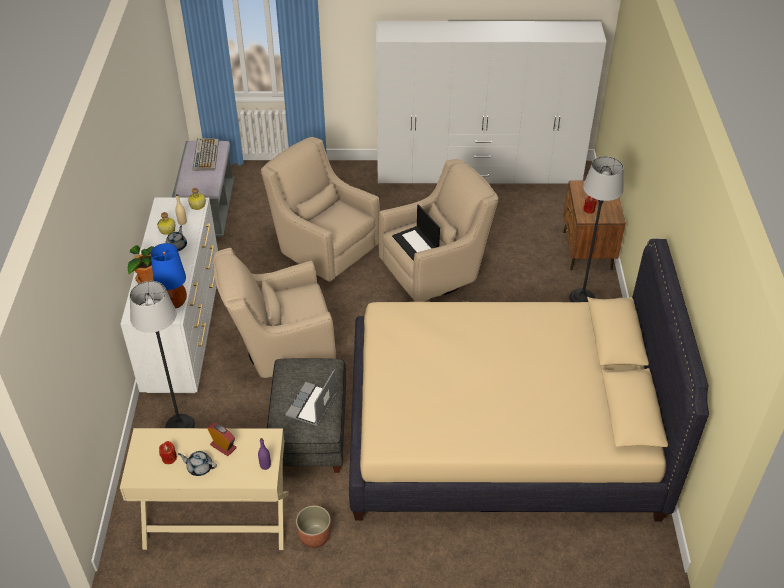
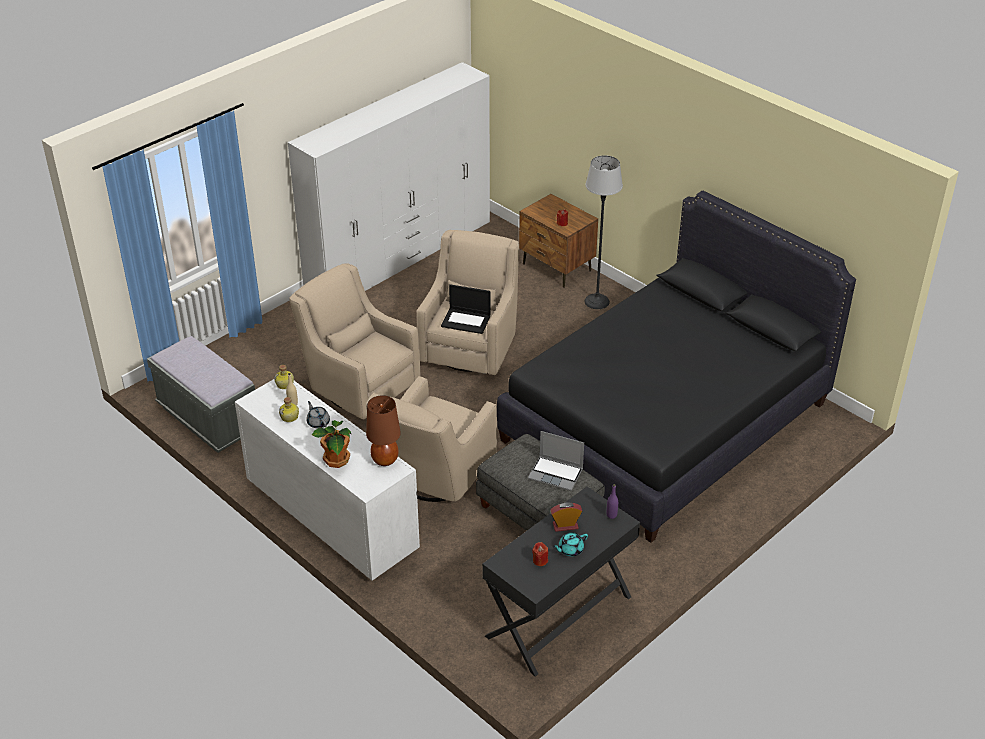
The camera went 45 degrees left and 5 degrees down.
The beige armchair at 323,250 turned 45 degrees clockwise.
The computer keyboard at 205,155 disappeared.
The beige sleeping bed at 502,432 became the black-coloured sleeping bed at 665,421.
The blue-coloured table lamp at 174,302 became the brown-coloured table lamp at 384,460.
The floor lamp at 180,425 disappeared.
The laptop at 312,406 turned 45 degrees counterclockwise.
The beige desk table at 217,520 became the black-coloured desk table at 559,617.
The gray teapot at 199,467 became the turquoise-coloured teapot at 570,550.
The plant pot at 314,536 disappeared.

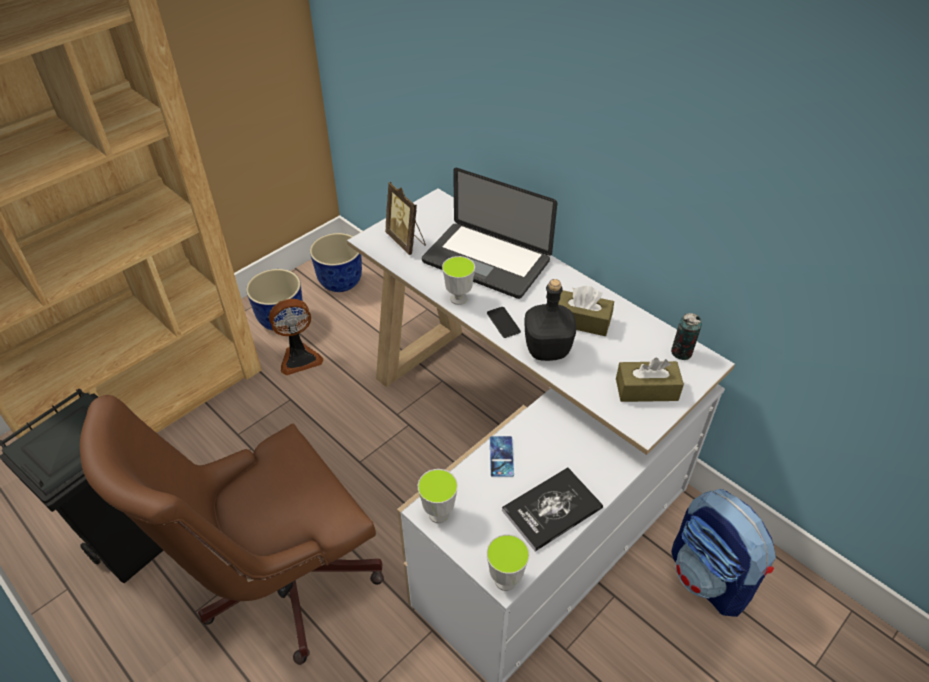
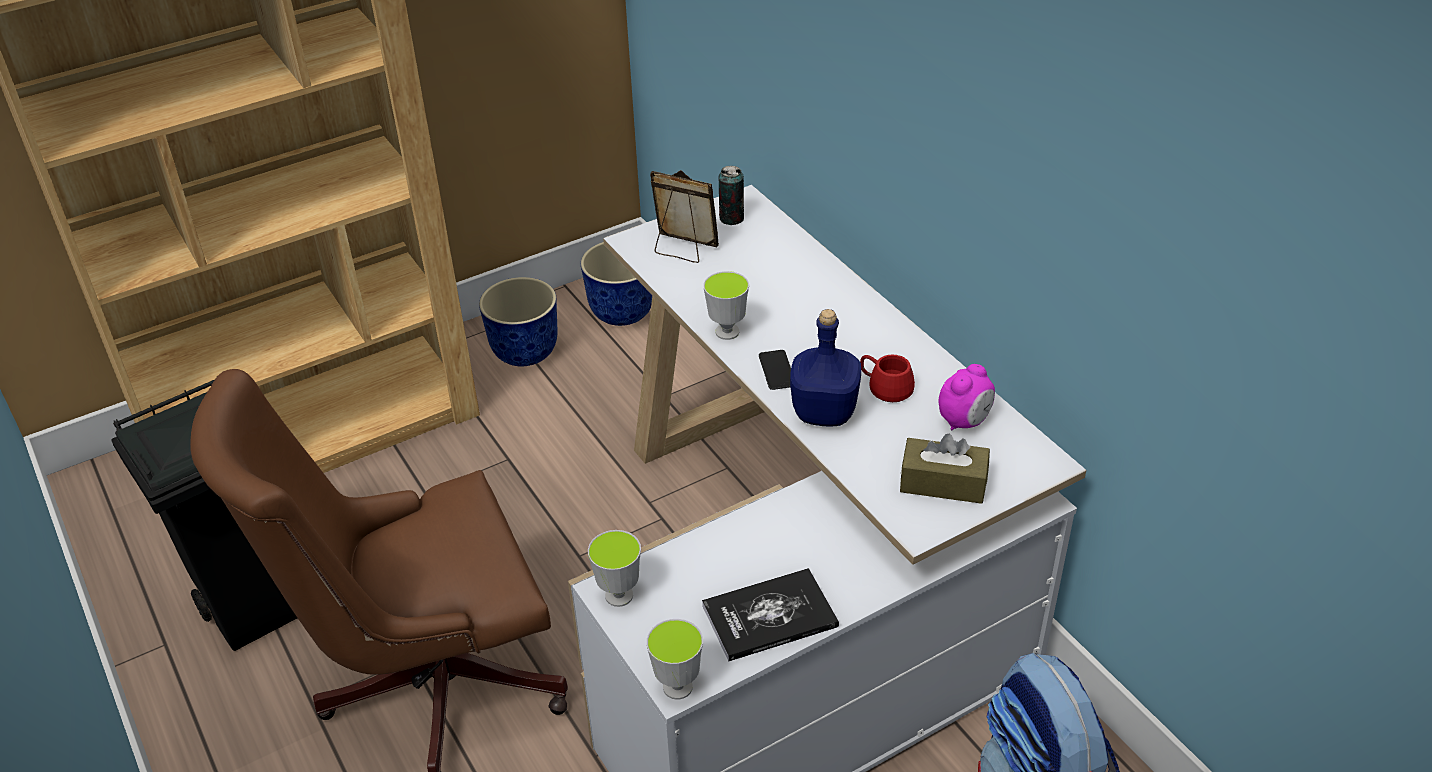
The camera went 15 degrees right and 5 degrees down.
The laptop at 486,261 disappeared.
The standing frame at 406,241 turned 135 degrees clockwise.
The black-coloured drink bottle at 546,349 became the blue-coloured drink bottle at 823,412.
The brown-coloured box of tissues at 582,321 was replaced by the reddish tea mug at 887,384.
The fan at 299,358 disappeared.
The sealed can moved from 681,352 to 731,218.
The handset at 501,456 disappeared.
The table clock at 964,421 appeared.

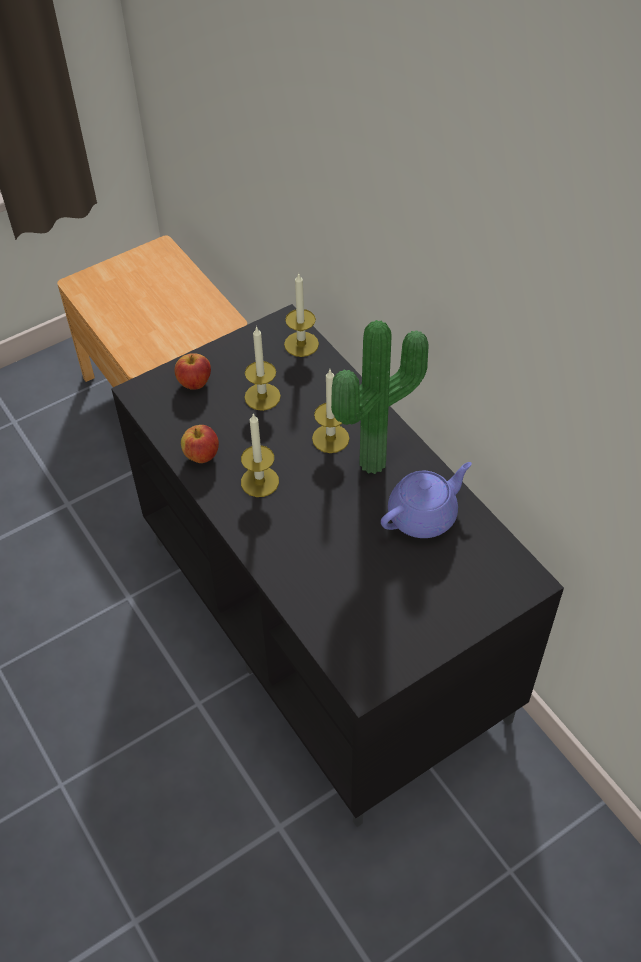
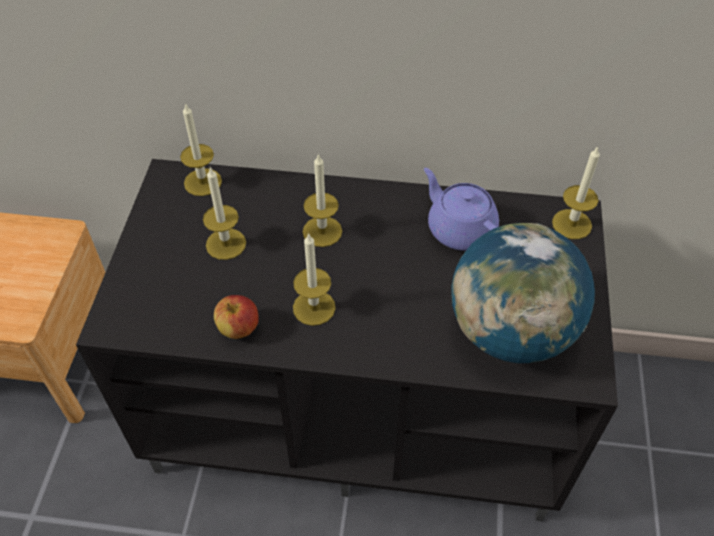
The camera went 50 degrees left and 0 degrees up.
The potted plant at 377,466 disappeared.
The whole apple at 194,383 disappeared.
The purple-coloured teapot at 423,515 turned 45 degrees counterclockwise.
The wax light at 572,224 appeared.
The desk globe at 510,331 appeared.

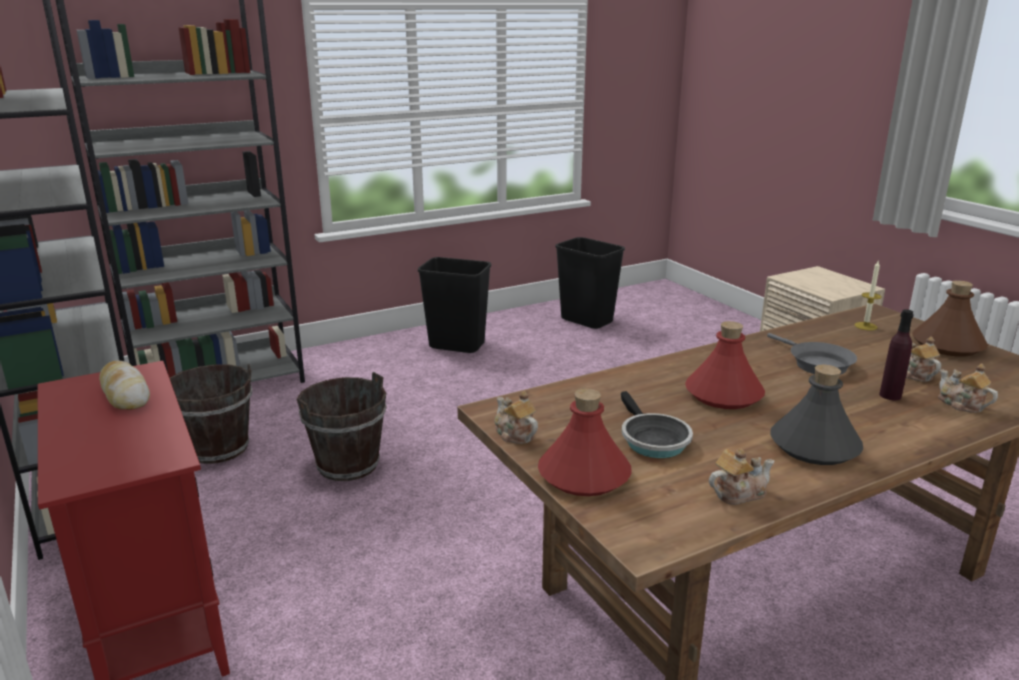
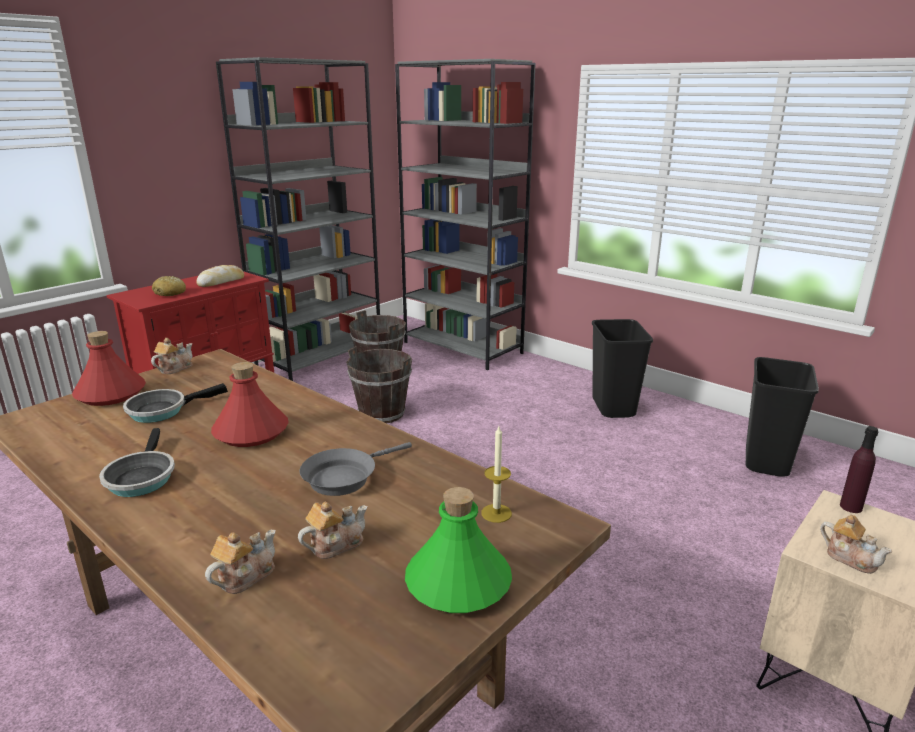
The camera went 70 degrees right and 0 degrees up.
The brown-coloured drink bottle at 947,346 became the greenish drink bottle at 457,582.
The purple-coloured drink bottle moved from 890,395 to 850,507.
The gray drink bottle at 815,447 was replaced by the skillet at 141,477.
The teapot moved from 738,493 to 850,558.
The bread at 170,293 appeared.

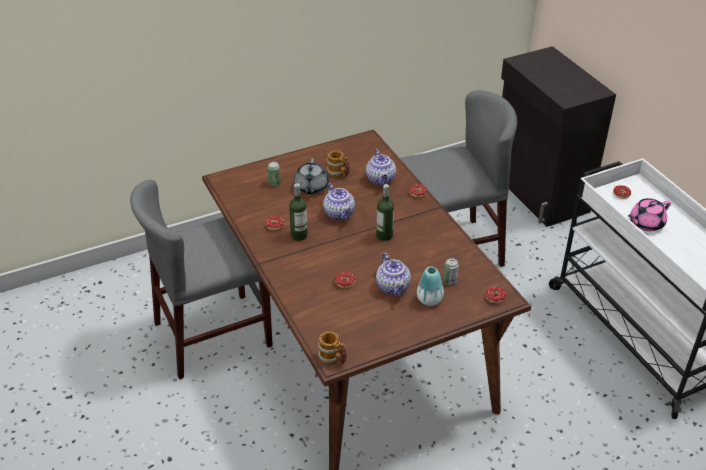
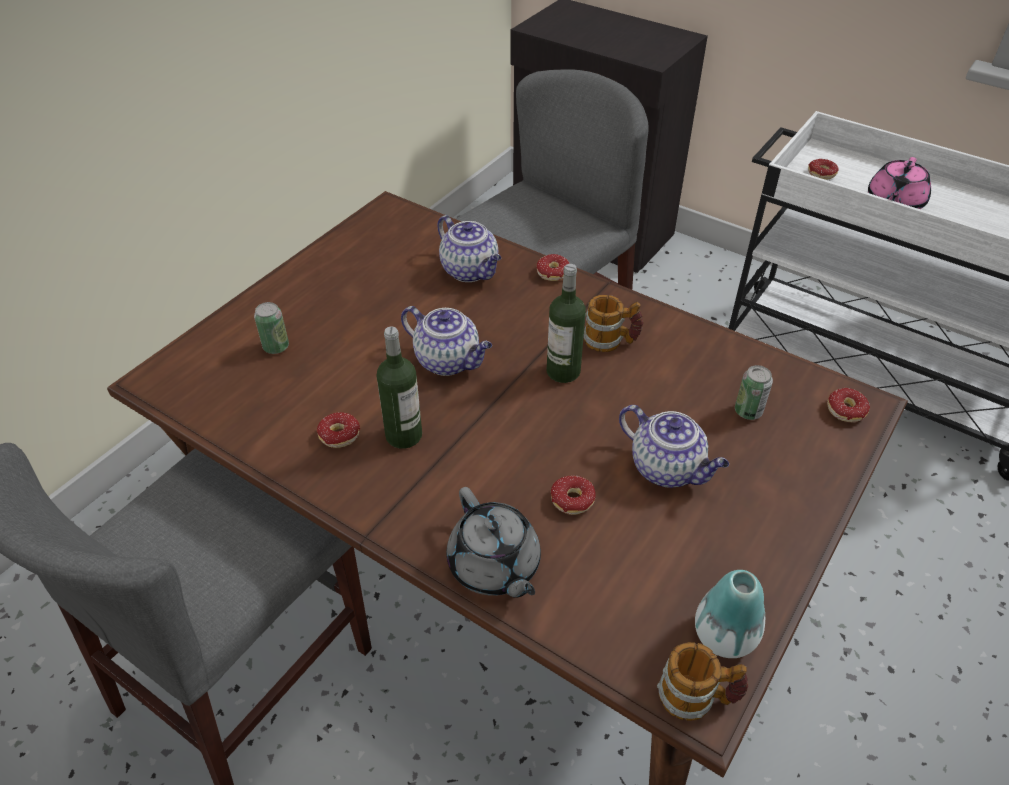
The camera went 30 degrees left and 5 degrees up.
The tea mug moved from 339,173 to 610,341.
The gray teapot moved from 311,188 to 494,566.
The flower vase moved from 429,300 to 724,636.

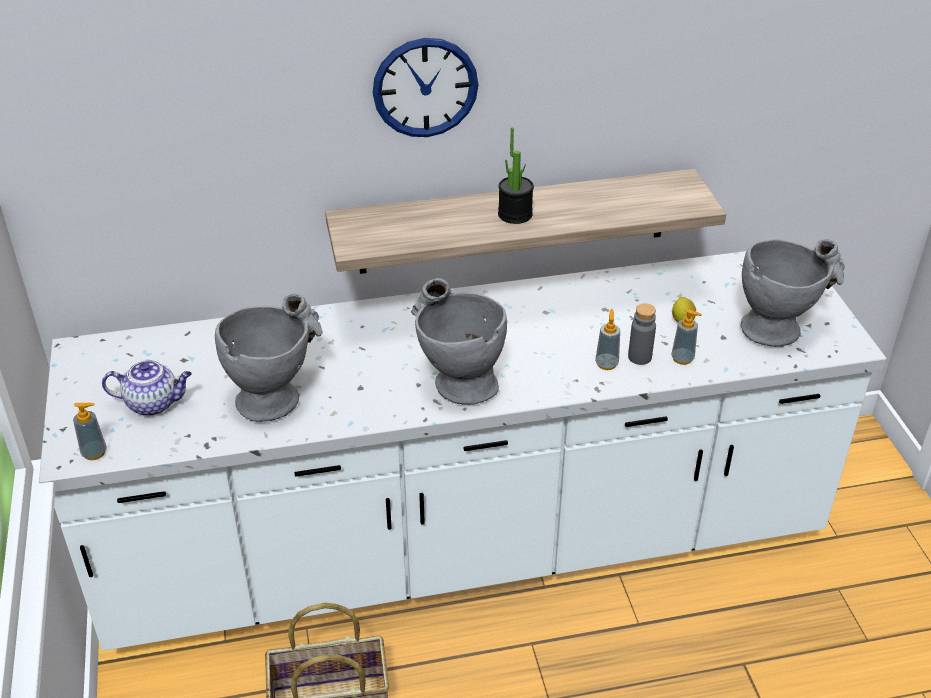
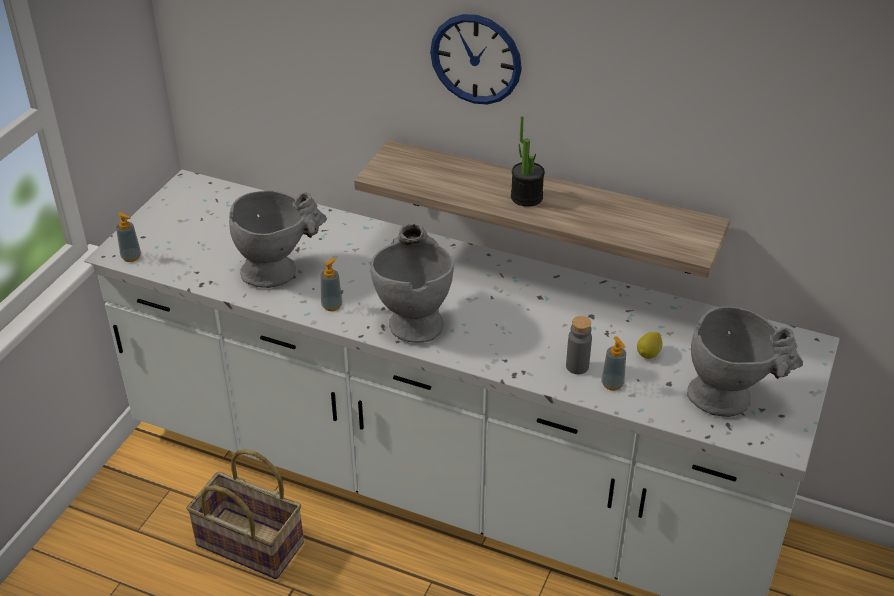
The camera went 35 degrees right and 0 degrees up.
The soap bottle moved from 606,364 to 332,305.
The teapot at 154,403 disappeared.

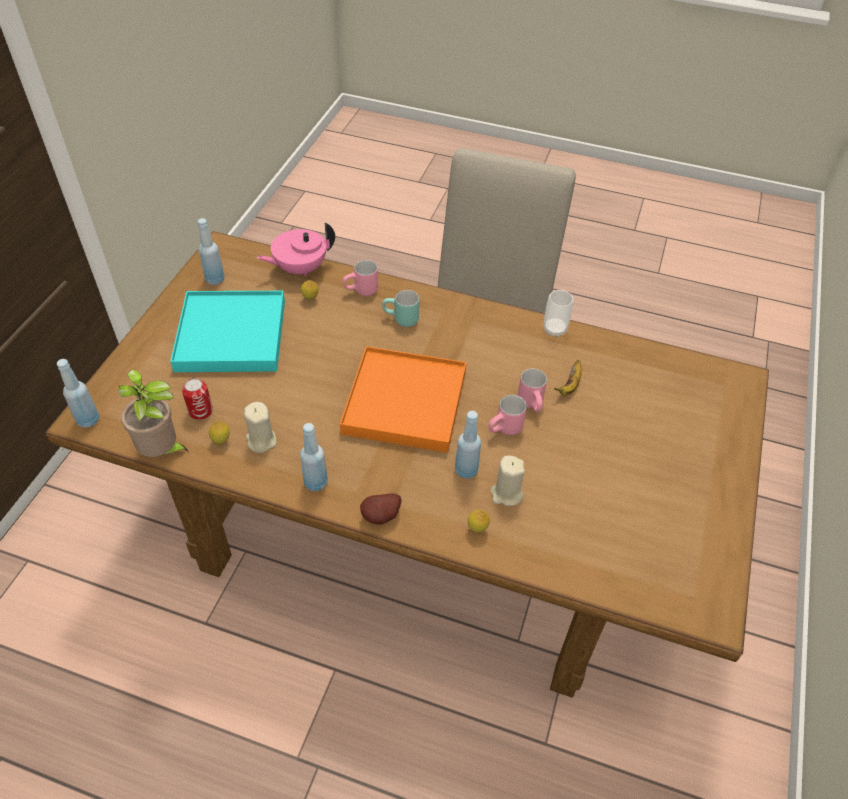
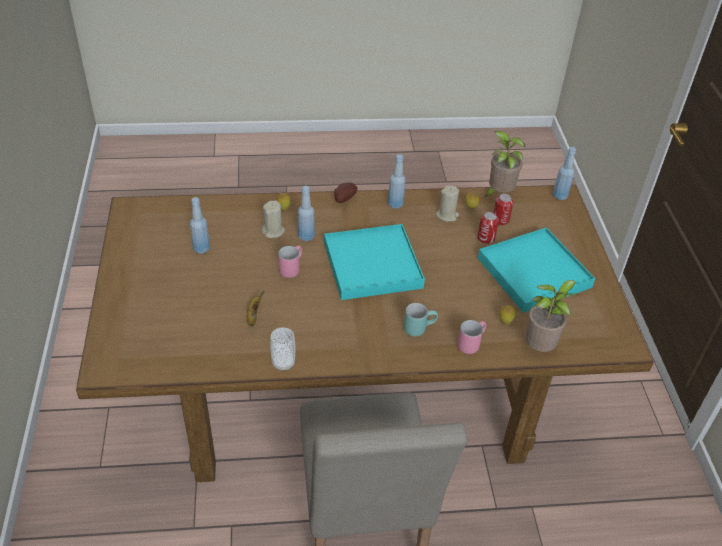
The camera went 155 degrees right and 5 degrees down.
The blue-coloured drink bottle moved from 215,279 to 201,249.
The pink teapot at 300,268 was replaced by the potted plant at 540,348.
The orange tray at 404,402 became the turquoise-coloured tray at 372,265.
The pink tea mug at 533,404 disappeared.
The sealed can at 486,238 appeared.

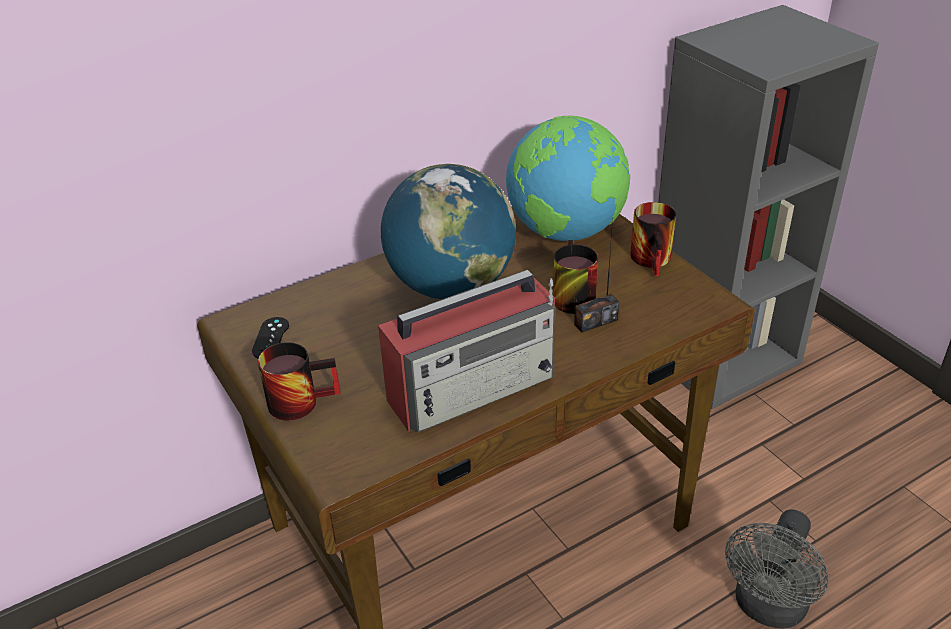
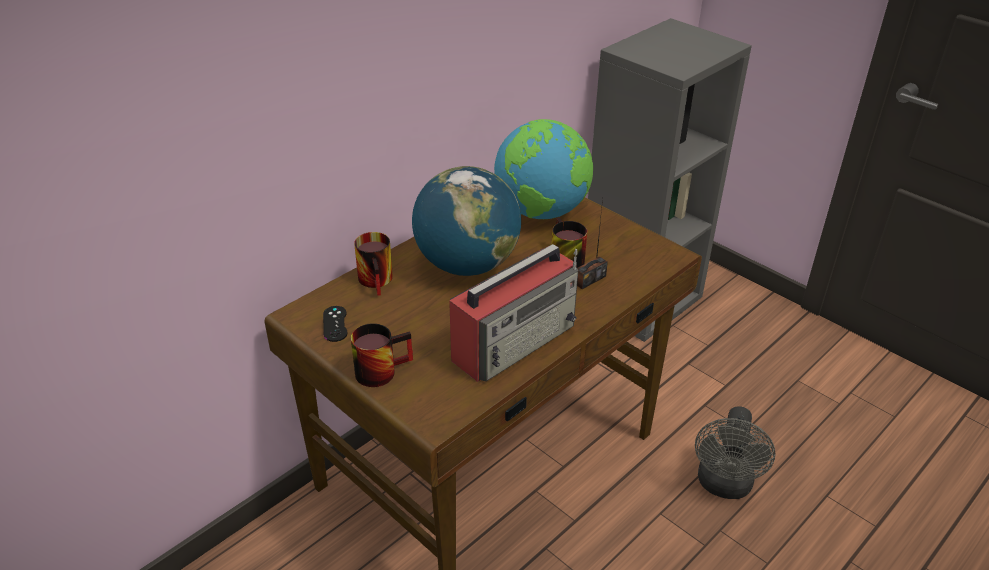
The camera went 15 degrees left and 0 degrees up.
The tea mug moved from 655,260 to 379,280.

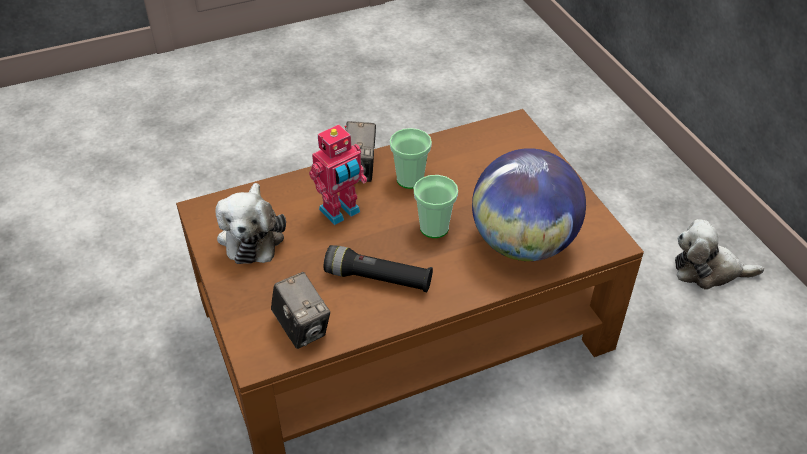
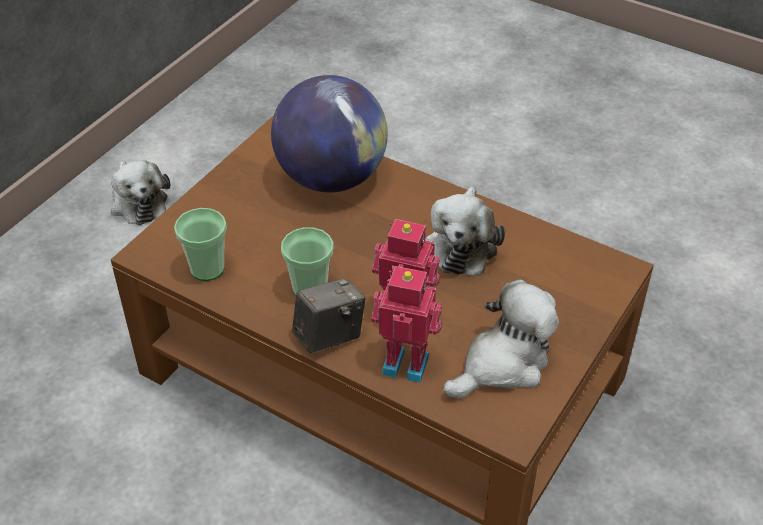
The camera went 125 degrees left and 0 degrees up.
The drinking cup moved from 434,228 to 207,269.
The black-coloured flashlight at 378,279 was replaced by the soft toy at 462,244.
The photo camera at 302,328 disappeared.
The toy robot at 406,362 appeared.

